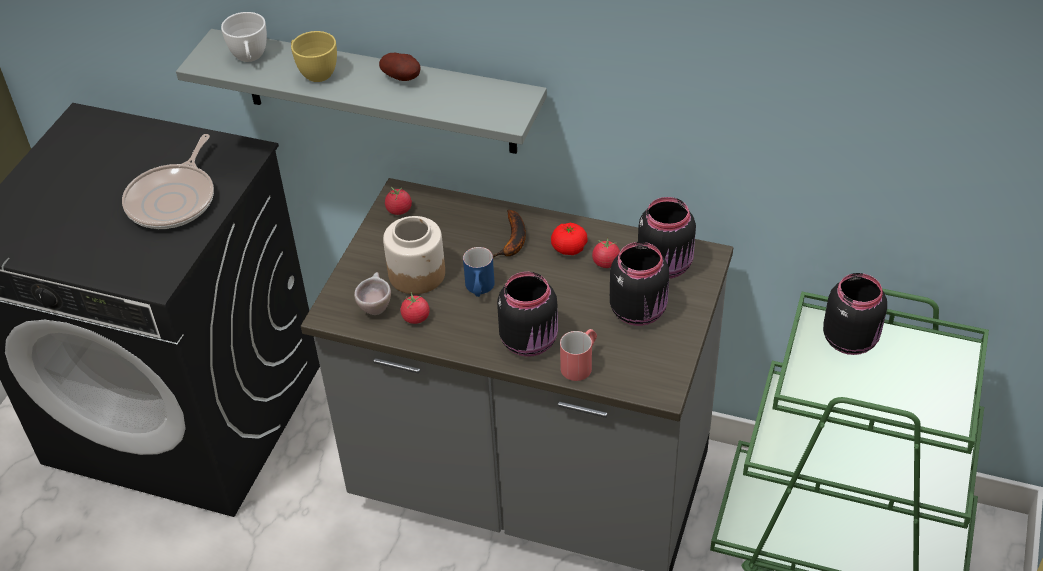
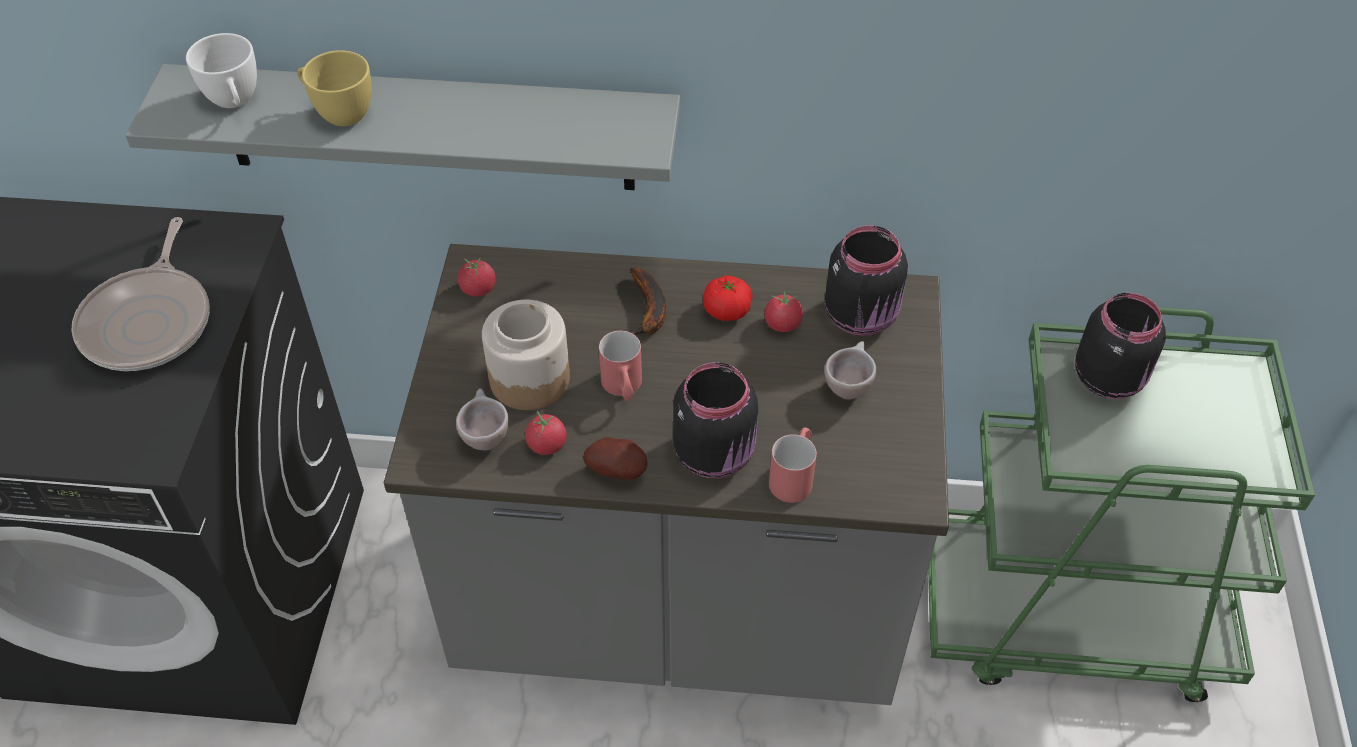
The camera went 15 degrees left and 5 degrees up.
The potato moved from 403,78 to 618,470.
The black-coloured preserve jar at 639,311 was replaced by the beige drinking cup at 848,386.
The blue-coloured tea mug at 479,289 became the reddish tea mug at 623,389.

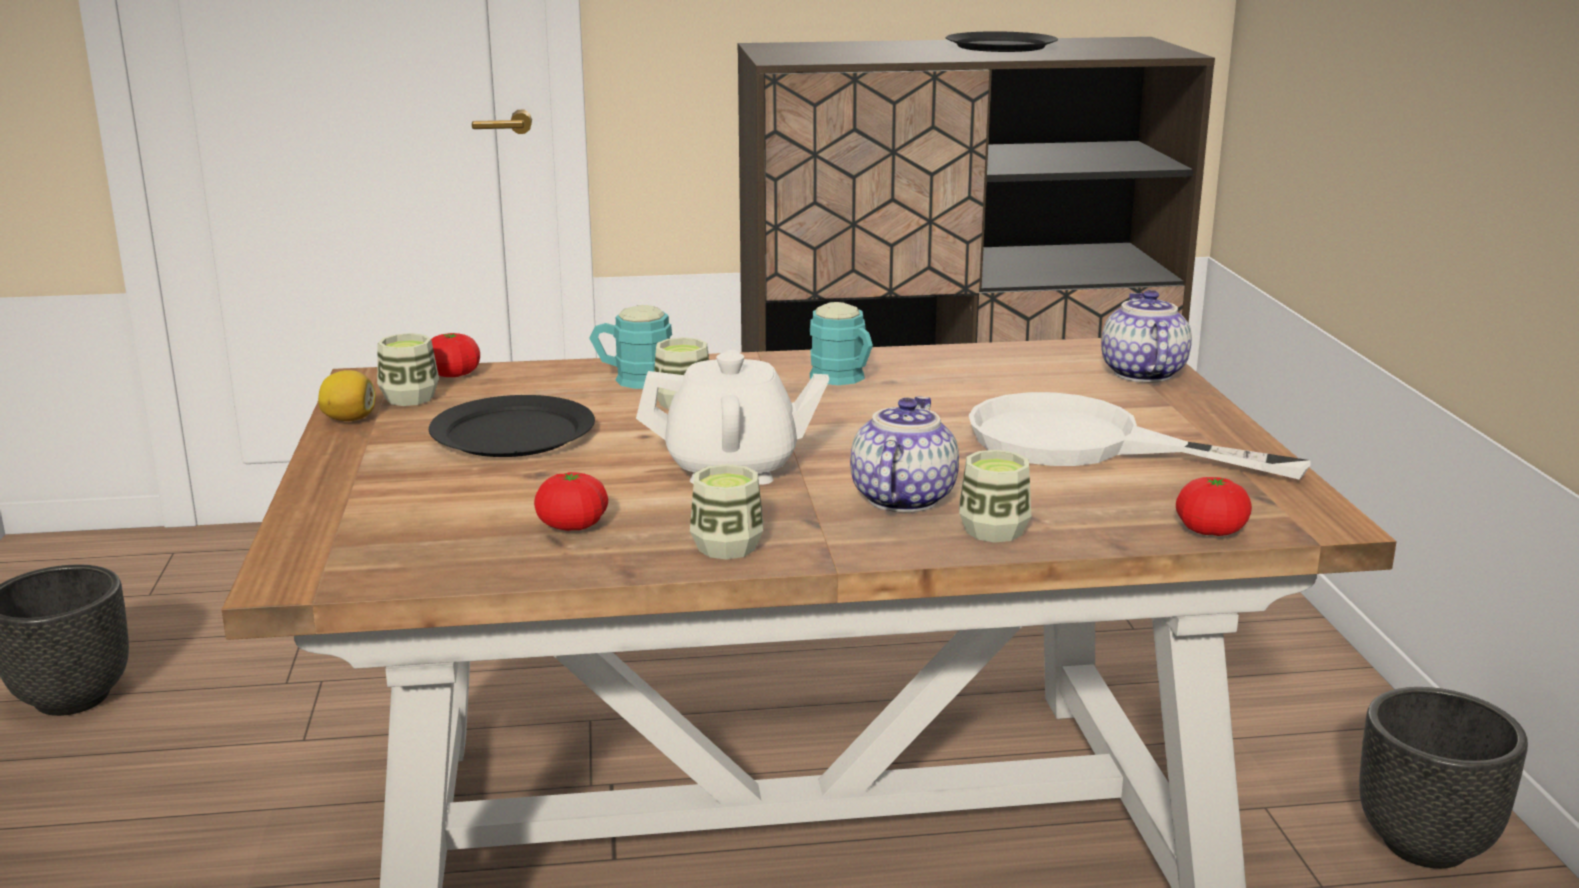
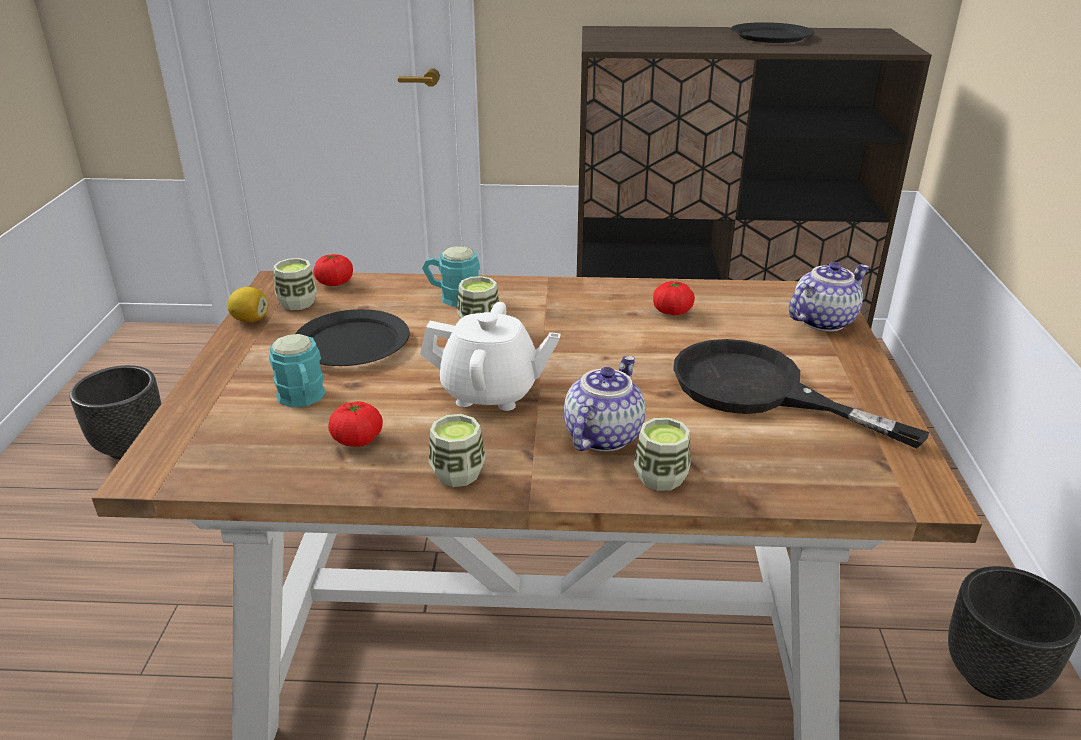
The camera went 10 degrees right and 10 degrees up.
The teapot at 1140,373 turned 45 degrees clockwise.
The turquoise-coloured tea mug moved from 844,379 to 303,398.
The white skillet at 1085,443 became the black-coloured skillet at 758,390.
The whole tomato moved from 1210,530 to 672,311.

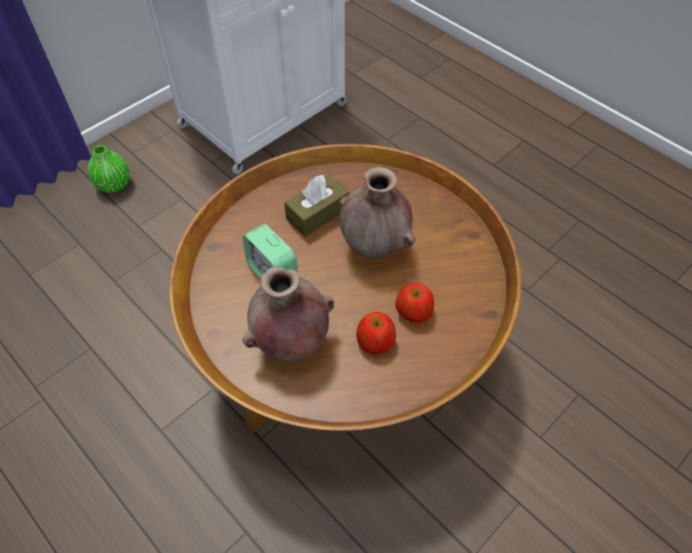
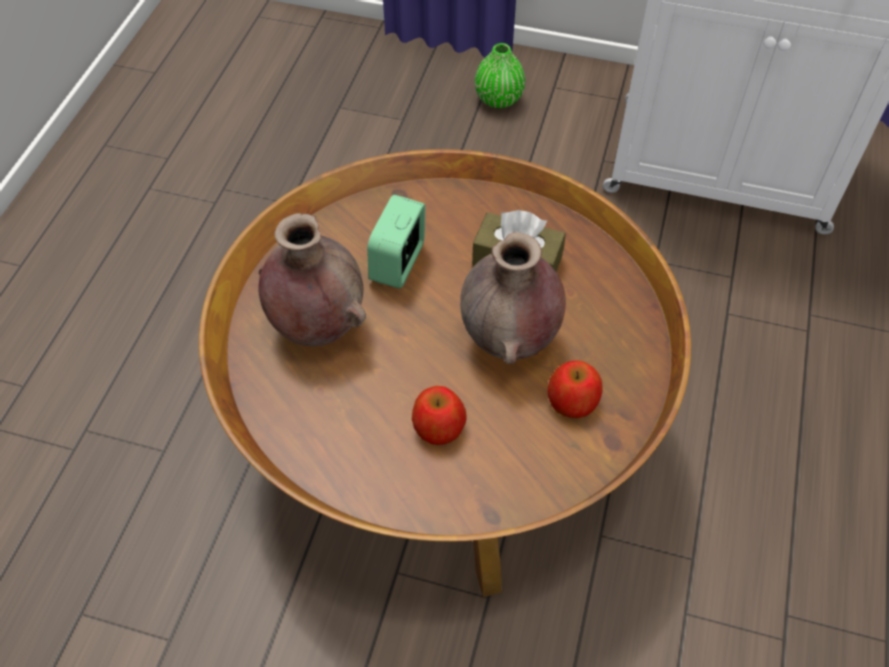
The camera went 60 degrees right and 0 degrees up.
The whole apple moved from 375,341 to 572,400.

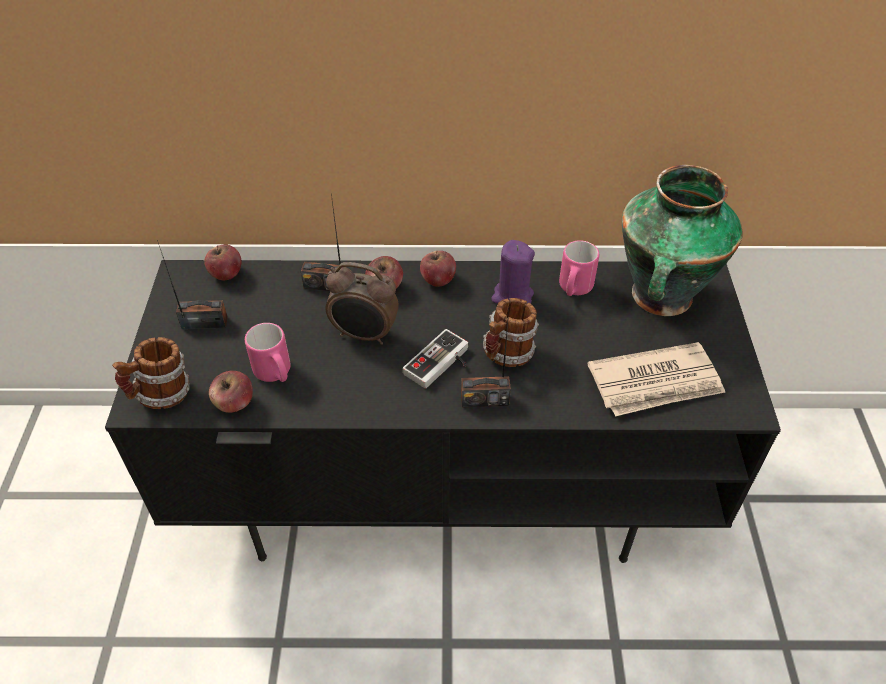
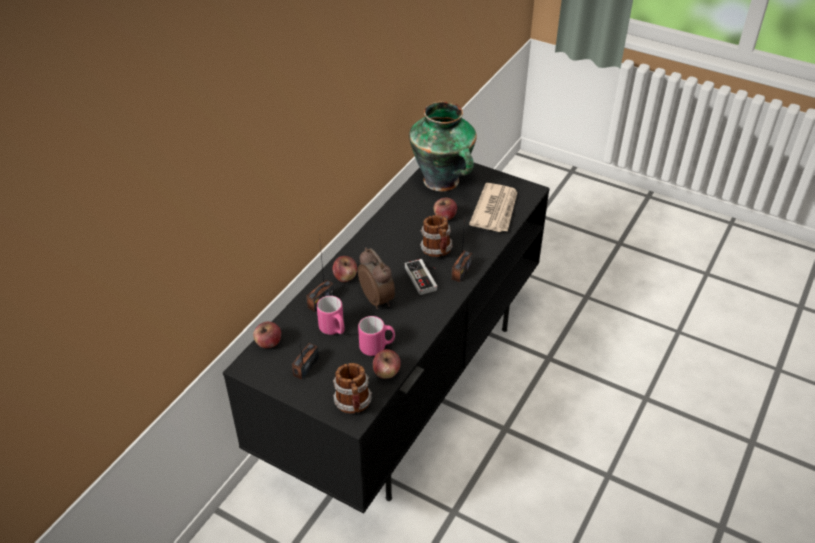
The camera went 60 degrees left and 5 degrees down.
The purple-coloured wax light at 512,296 disappeared.
The pink tea mug moved from 574,289 to 334,330.
The whole apple moved from 438,280 to 444,217.
The table clock at 364,335 turned 75 degrees counterclockwise.

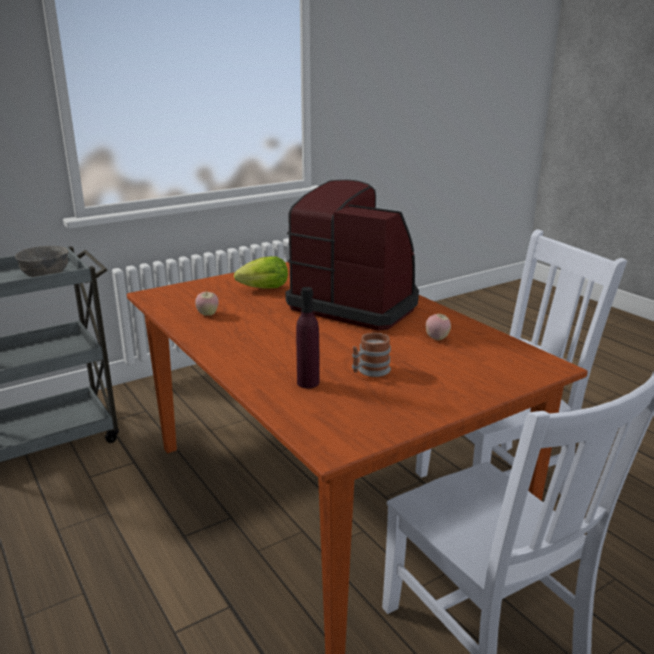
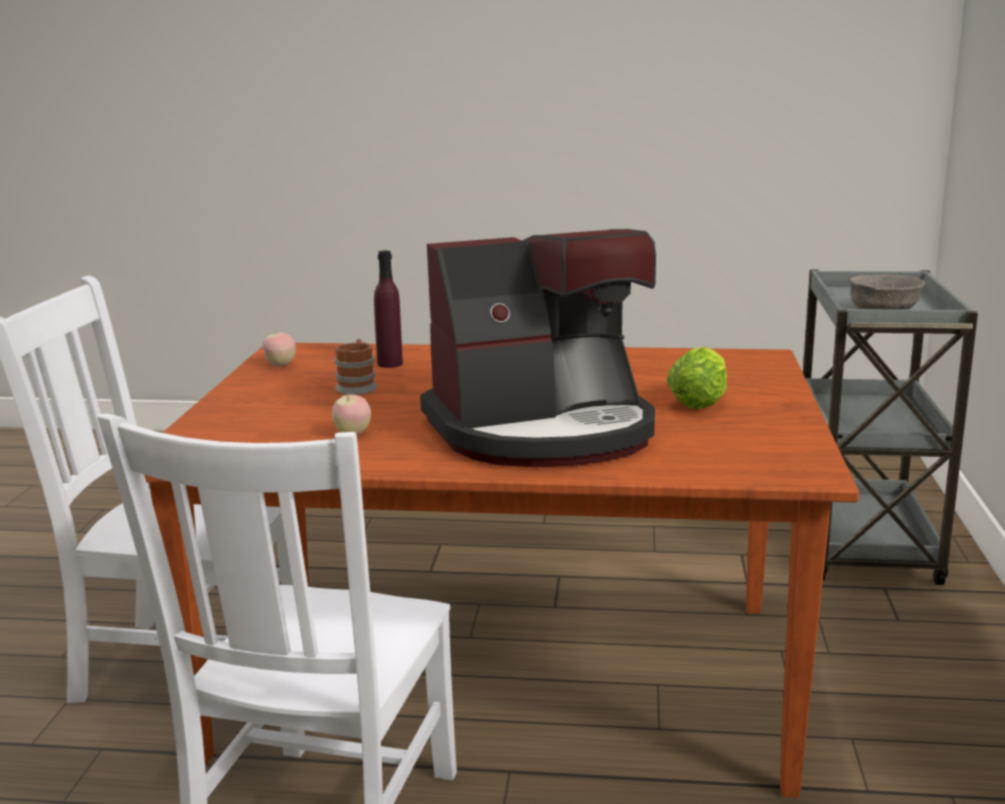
The camera went 130 degrees right and 5 degrees down.
The whole apple moved from 207,314 to 280,365.

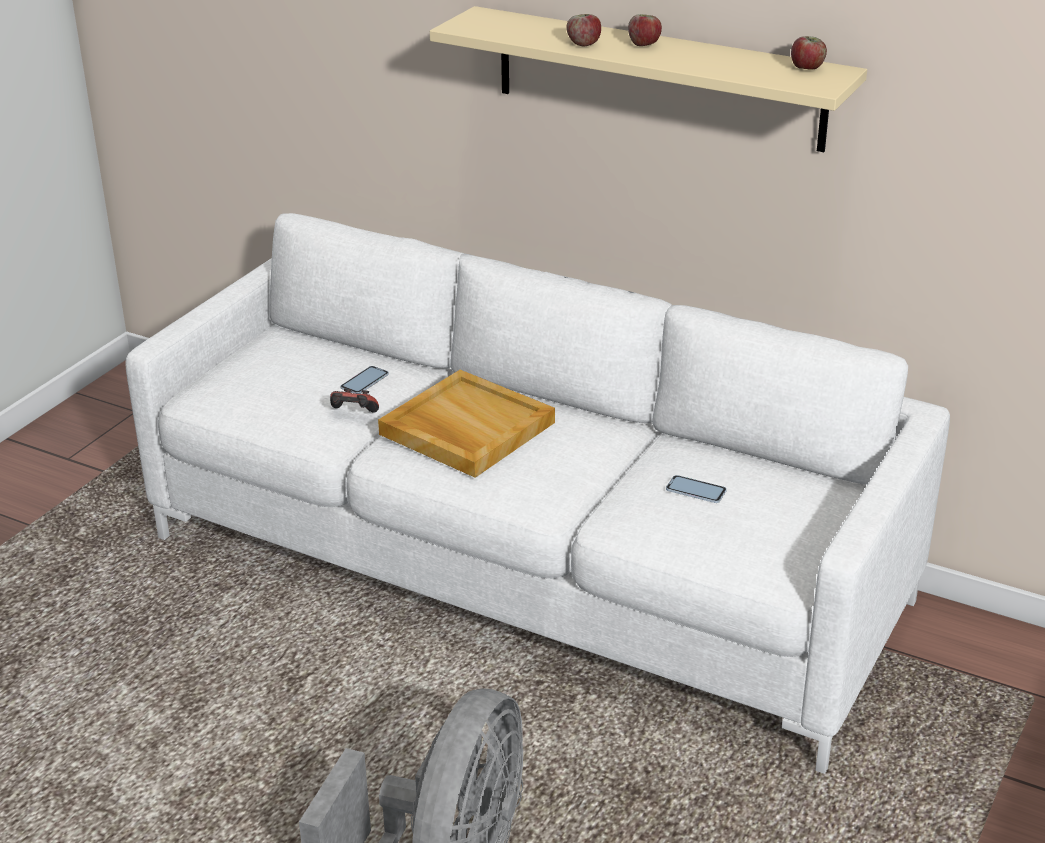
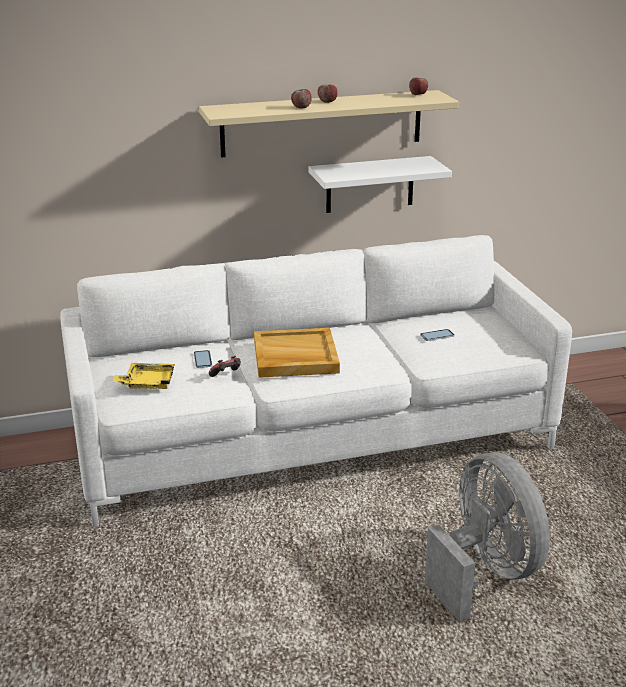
The camera went 45 degrees left and 5 degrees down.
The white wall shelf at 370,184 appeared.
The yellow tray at 147,383 appeared.

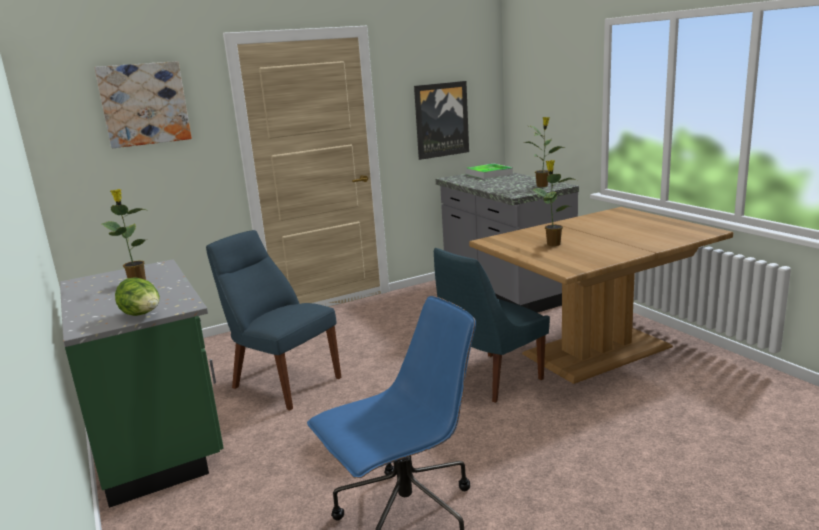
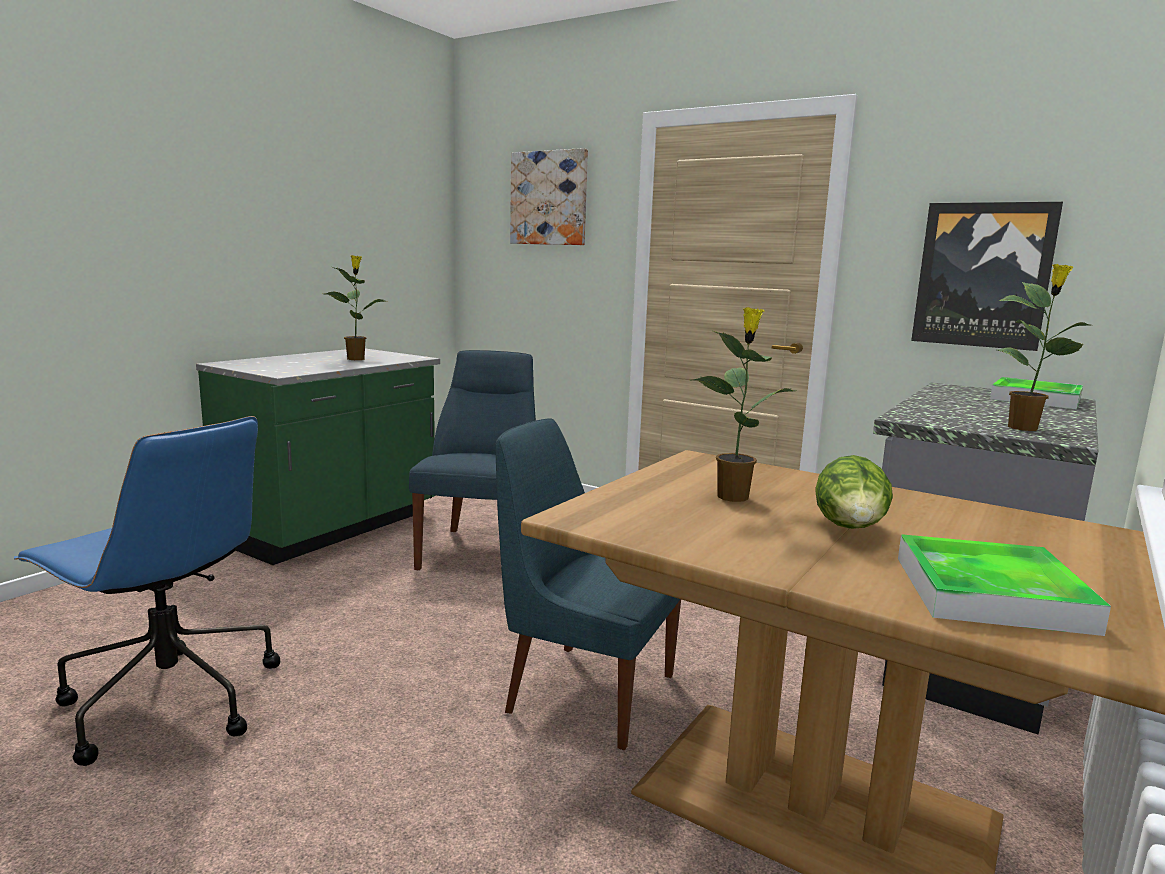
The camera went 60 degrees right and 5 degrees down.
The head of lettuce moved from 143,315 to 850,530.
The tray at 990,593 appeared.

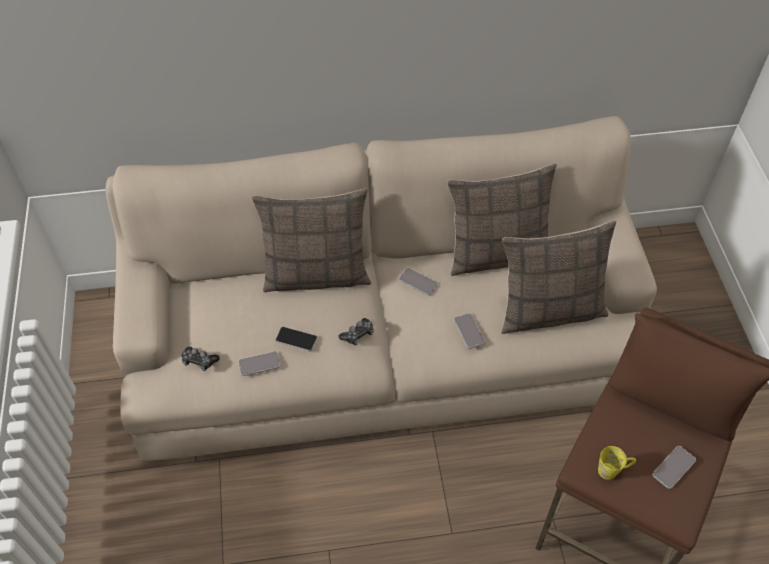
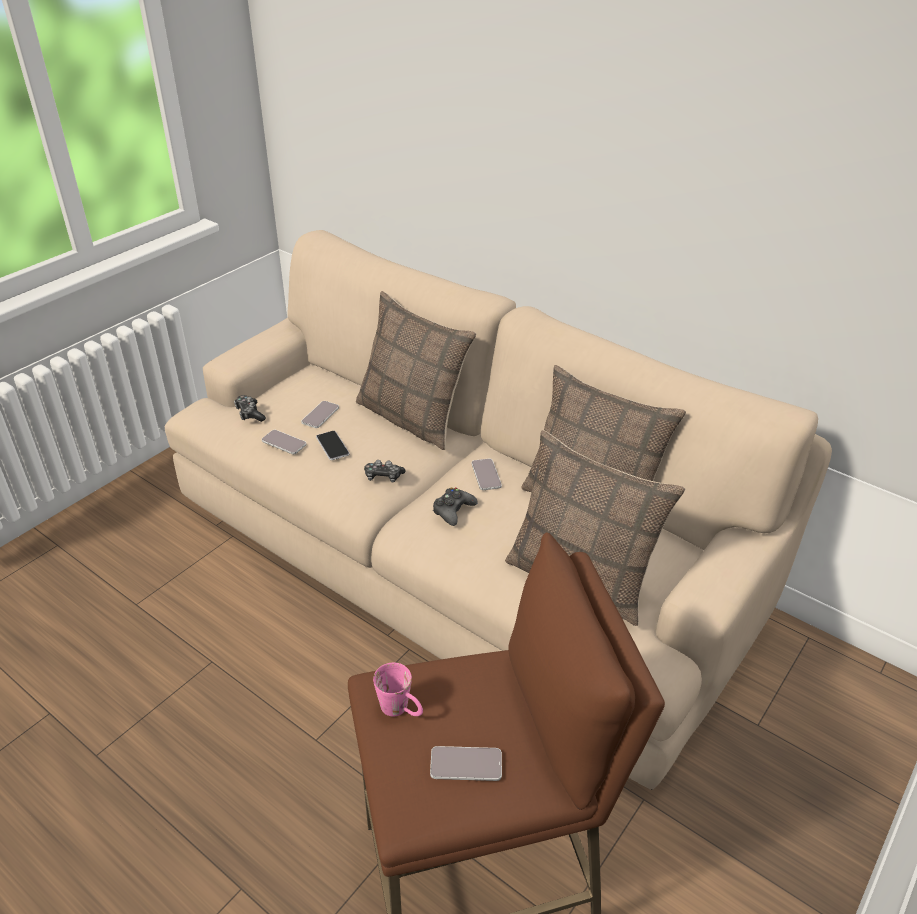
The camera went 45 degrees right and 15 degrees down.
The handset moved from 469,331 to 320,415.
The yellow tea mug at 613,470 became the pink tea mug at 401,710.
The black-coloured gamepad at 453,510 appeared.

